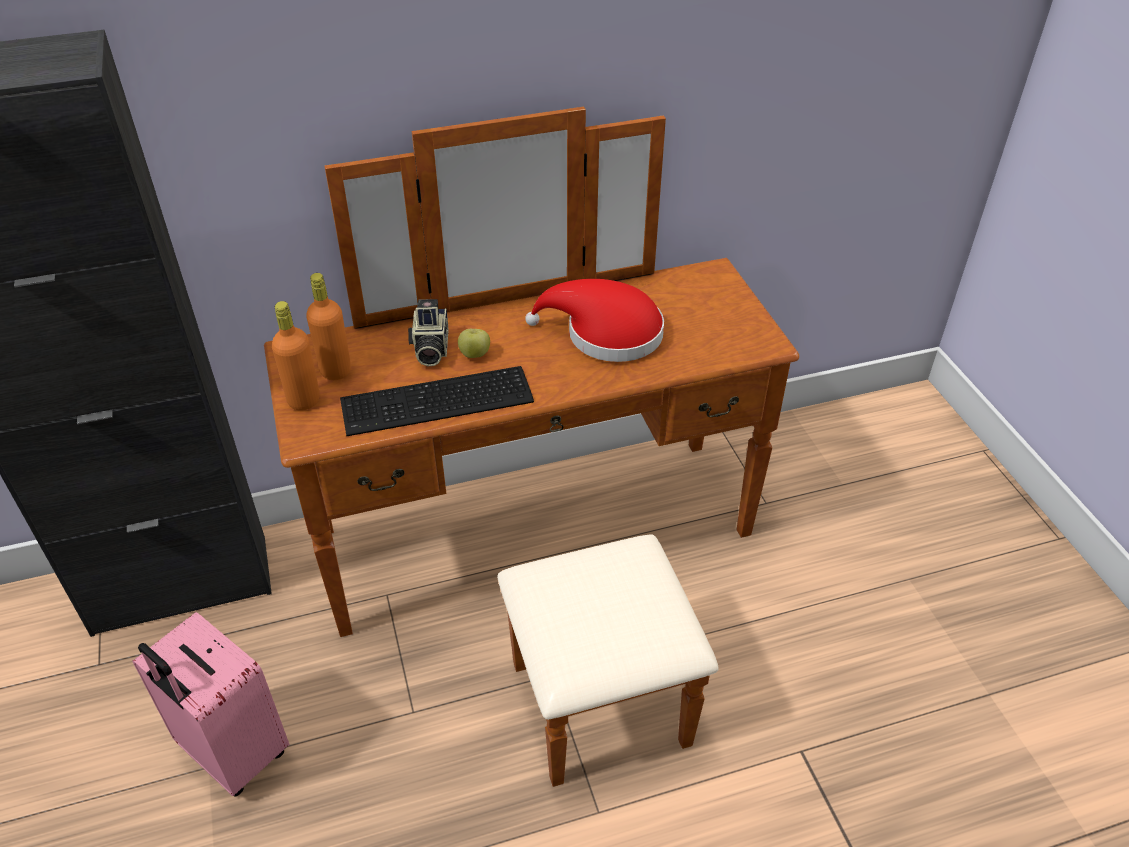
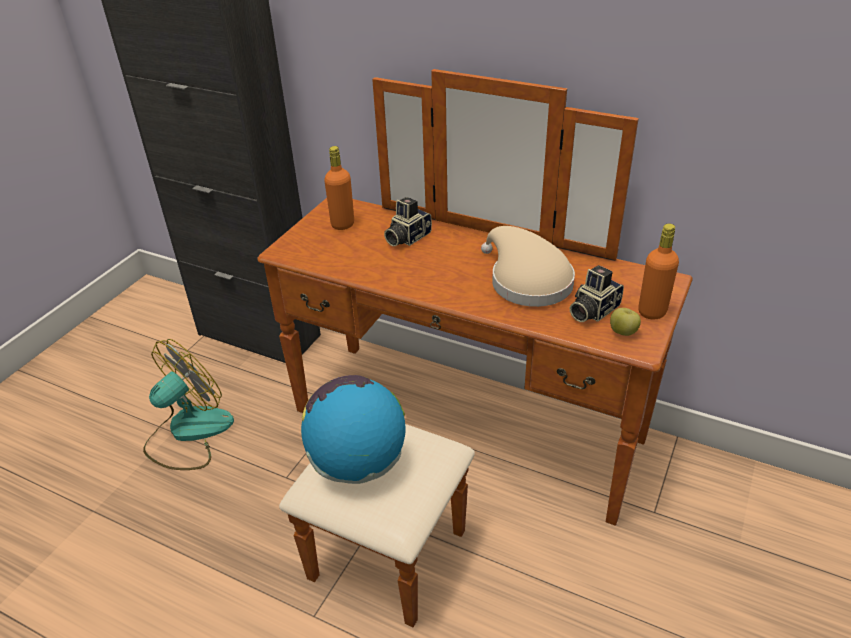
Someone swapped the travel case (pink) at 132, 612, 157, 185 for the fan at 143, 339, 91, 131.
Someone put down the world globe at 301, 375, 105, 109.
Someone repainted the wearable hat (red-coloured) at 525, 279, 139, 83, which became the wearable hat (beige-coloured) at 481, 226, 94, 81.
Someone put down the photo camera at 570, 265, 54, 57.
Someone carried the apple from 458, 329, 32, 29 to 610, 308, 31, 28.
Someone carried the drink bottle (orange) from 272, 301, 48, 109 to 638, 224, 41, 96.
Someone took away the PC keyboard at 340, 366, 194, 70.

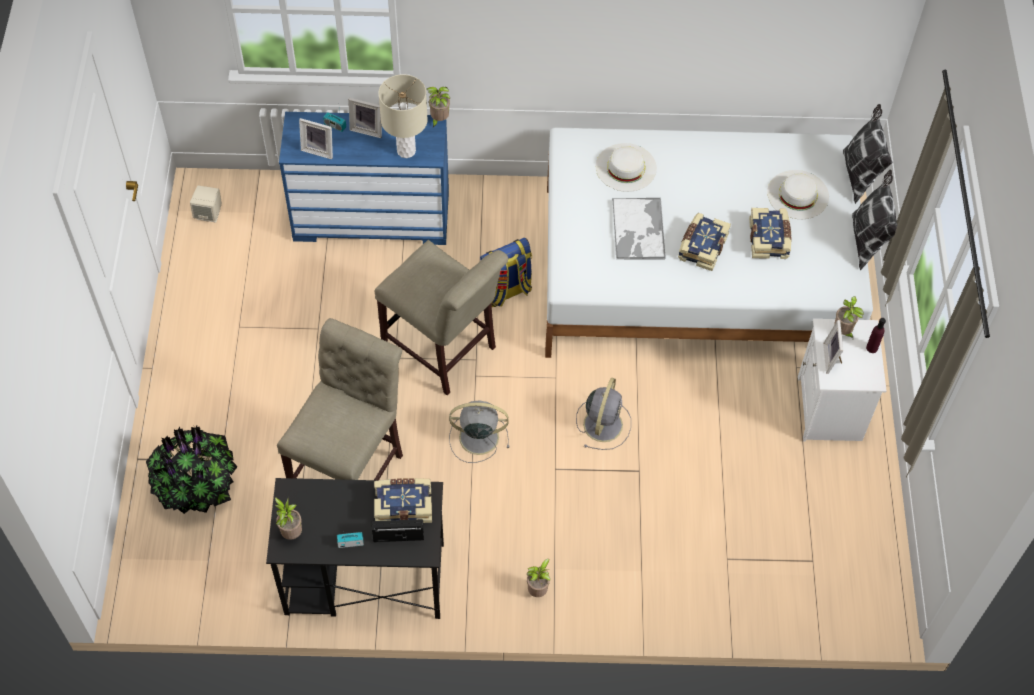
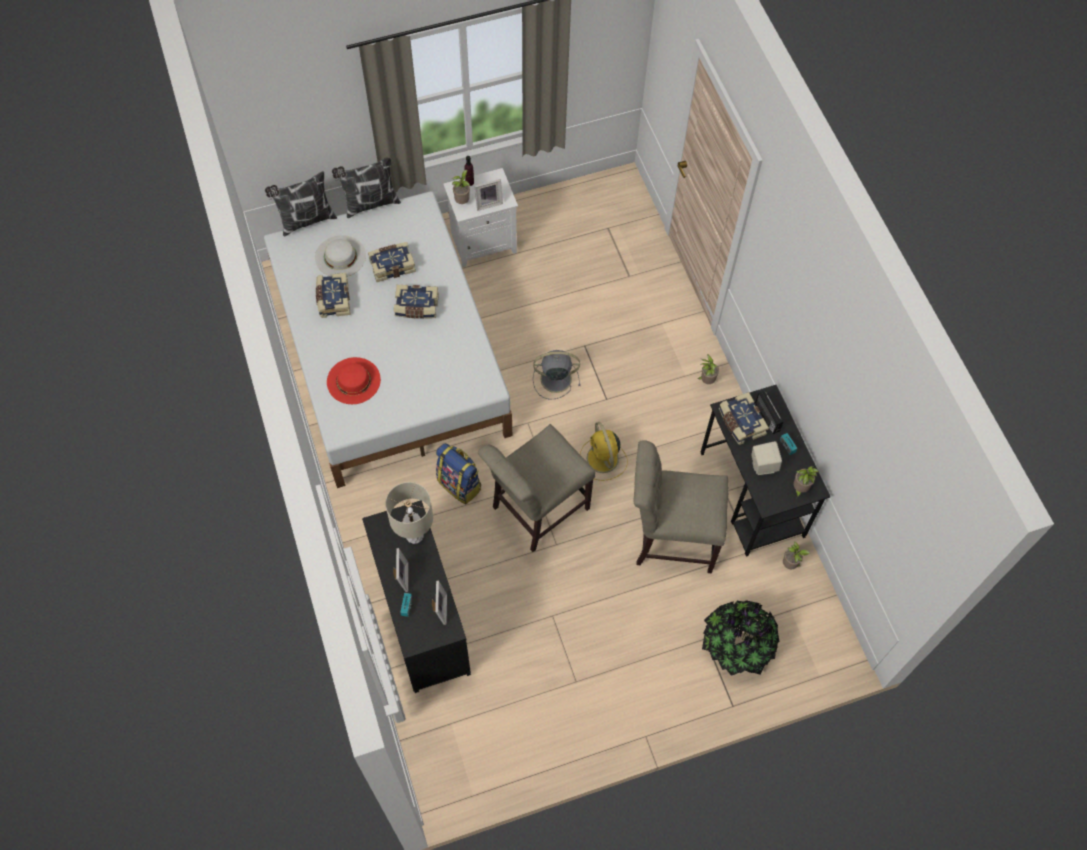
Someone put down the volume at 316, 273, 35, 45.
Someone repainted the wearable hat (whitish) at 596, 143, 61, 49, which became the wearable hat (red-coloured) at 327, 357, 54, 47.
Someone repainted the chest of drawers (bluish) at 279, 112, 170, 133, which became the chest of drawers (black-coloured) at 362, 500, 109, 193.
Someone rotated the plain chair (beige-coloured) at 375, 240, 133, 155 by 150 degrees counterclockwise.
Someone repainted the fan (greyish) at 449, 400, 60, 63, which became the fan (yellow-coloured) at 580, 422, 48, 59.
Someone carried the loudspeaker (beige-coloured) from 190, 185, 32, 38 to 751, 441, 31, 34.
Someone carried the potted plant from 427, 87, 23, 41 to 783, 542, 27, 27.
Someone took away the tray at 612, 198, 54, 62.

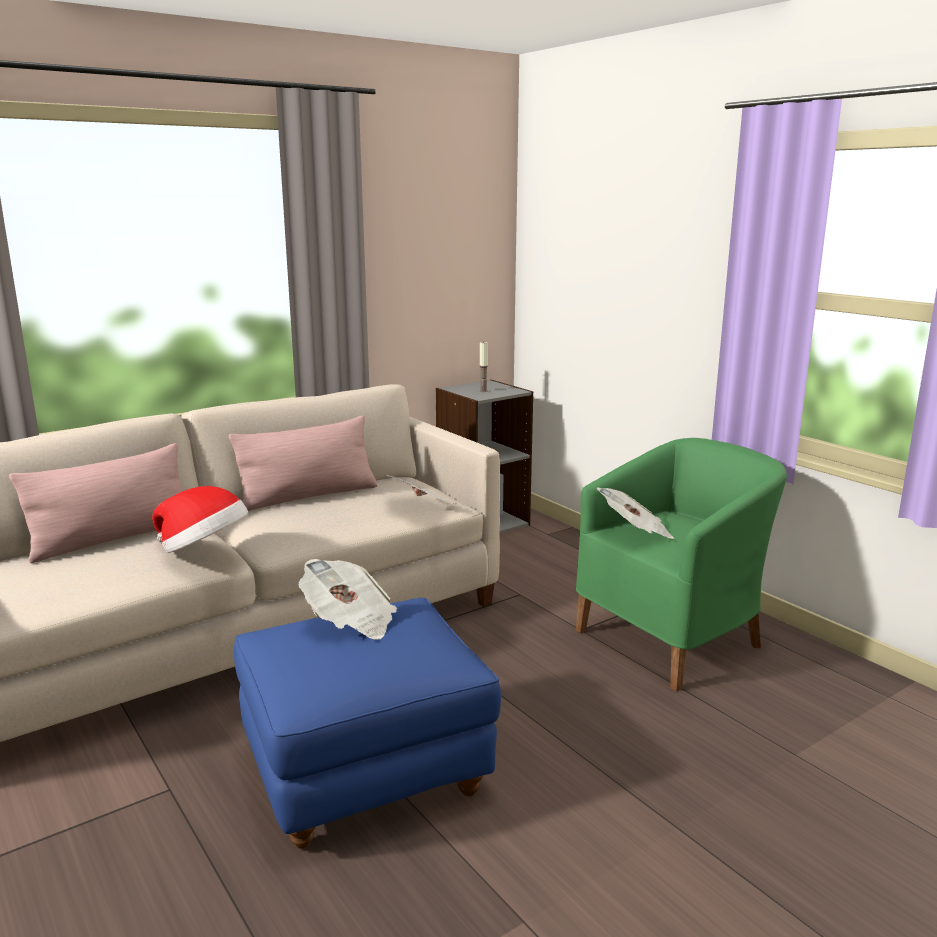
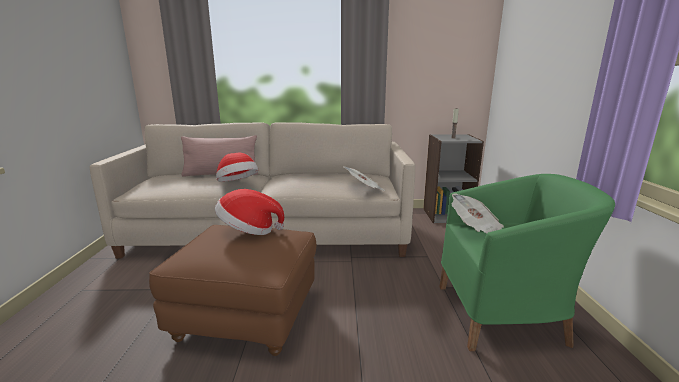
Someone repainted the footrest (bluish) at 234, 598, 267, 251, which became the footrest (brownish) at 149, 225, 167, 131.
Someone swapped the printed paper at 298, 559, 99, 81 for the wearable hat at 215, 189, 69, 46.
Someone took away the throw pillow (pink) at 229, 415, 148, 96.

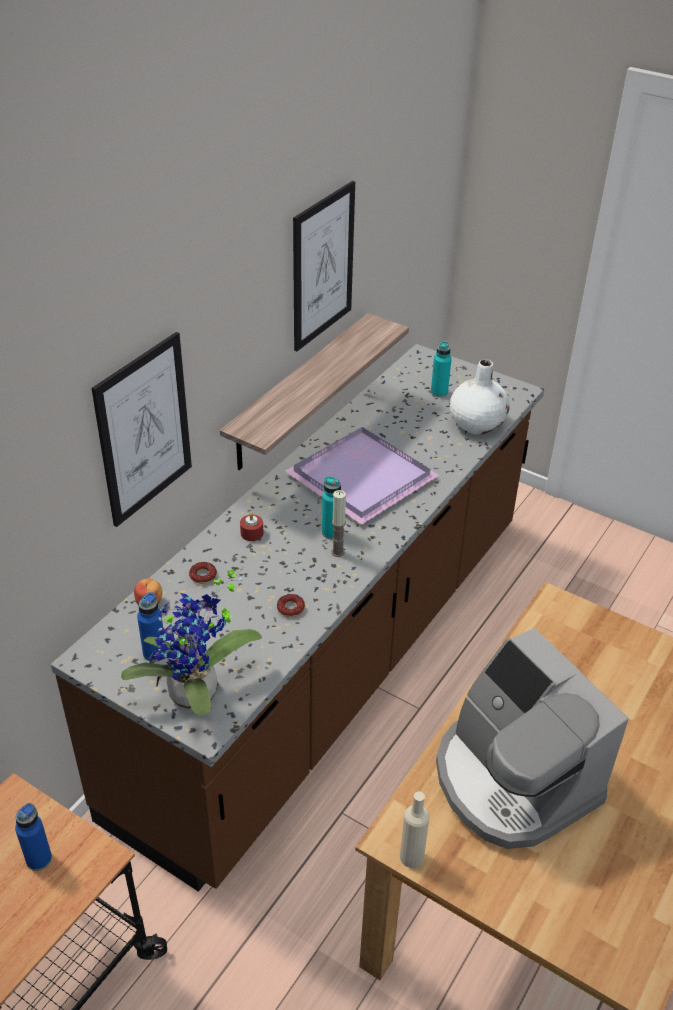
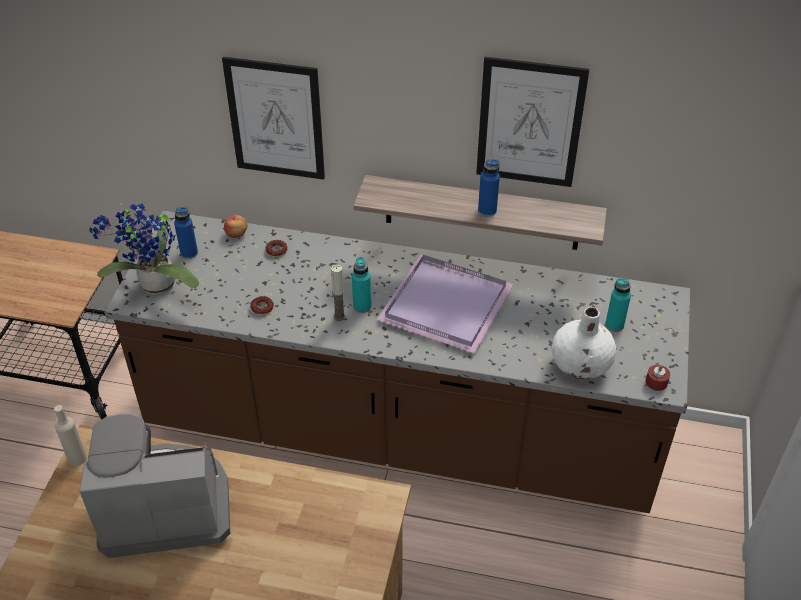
Someone rotated the coffee brewer at 436, 628, 193, 221 by 45 degrees clockwise.
Someone carried the drink bottle (bluish) from 15, 803, 37, 68 to 478, 159, 22, 58.
Someone carried the wax light (red-coloured) from 240, 512, 23, 29 to 646, 365, 24, 26.

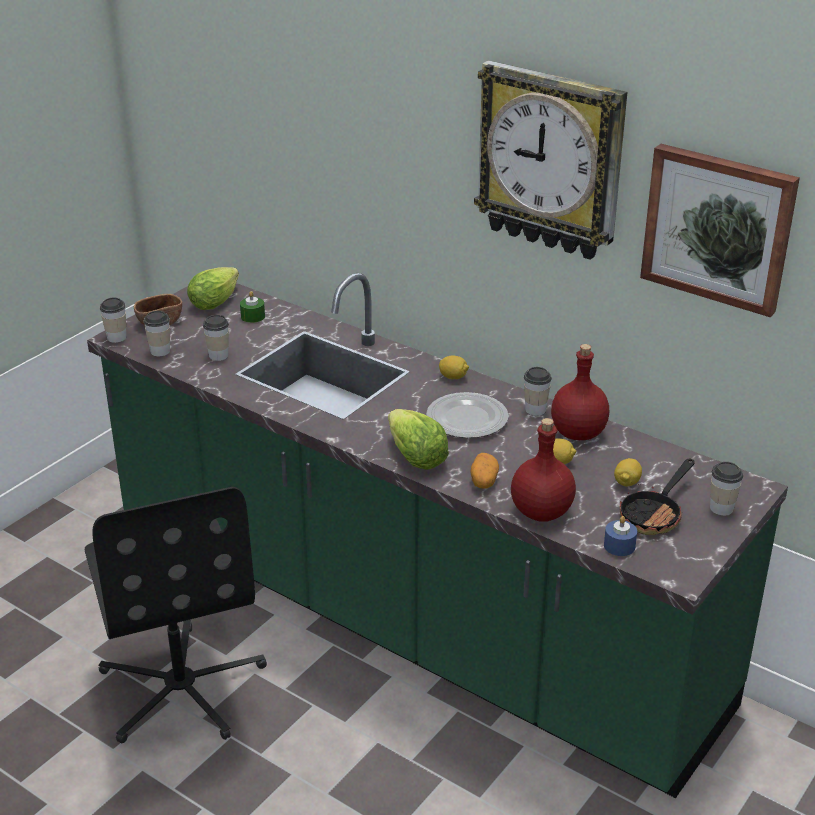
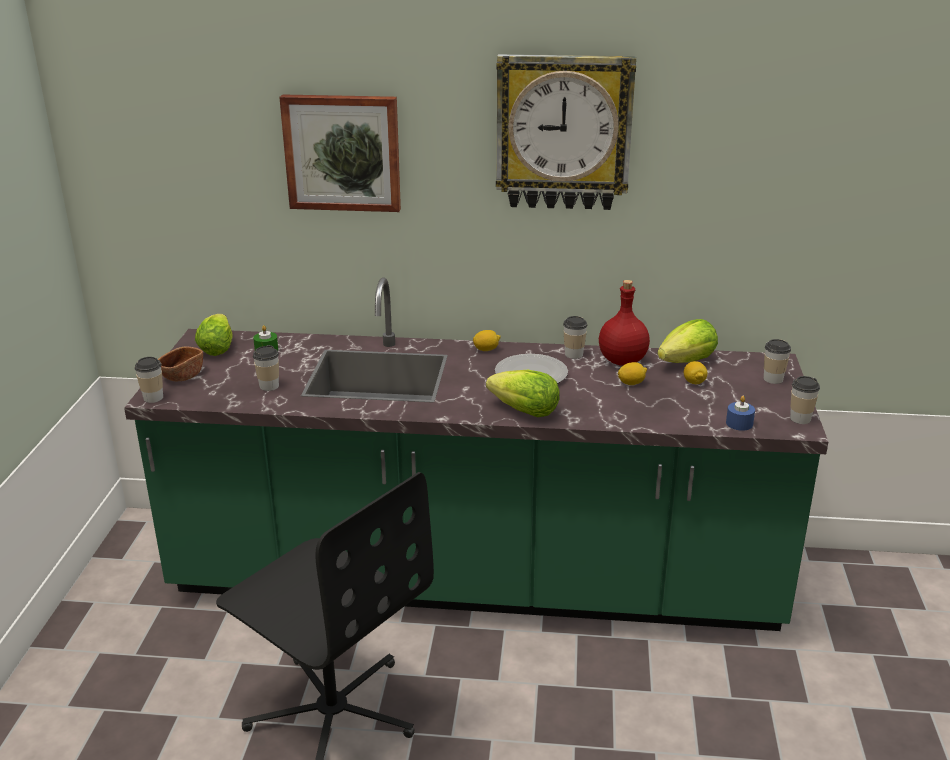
Someone carried the wall picture from 640, 144, 160, 173 to 279, 94, 122, 118.
Someone put down the lettuce at 658, 319, 60, 44.
Someone carried the cup from 144, 311, 26, 45 to 790, 376, 30, 48.
Someone took away the whole potato at 470, 453, 29, 36.
Someone took away the drink bottle (red-coloured) at 511, 418, 65, 104.
Someone took away the frying pan at 620, 459, 75, 76.

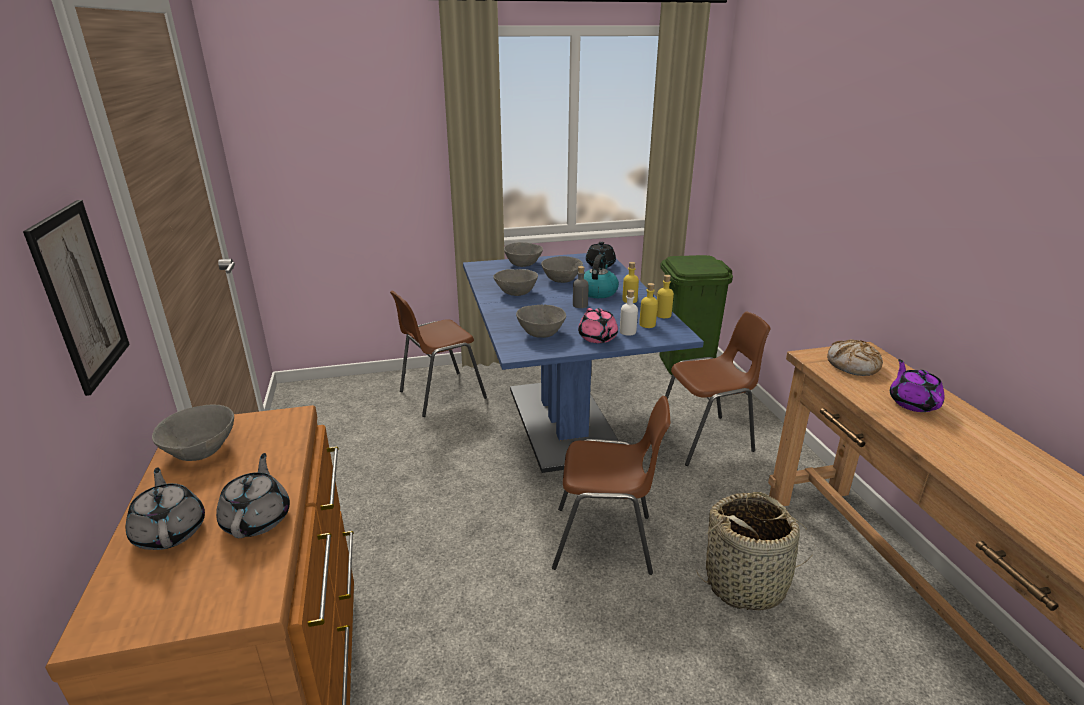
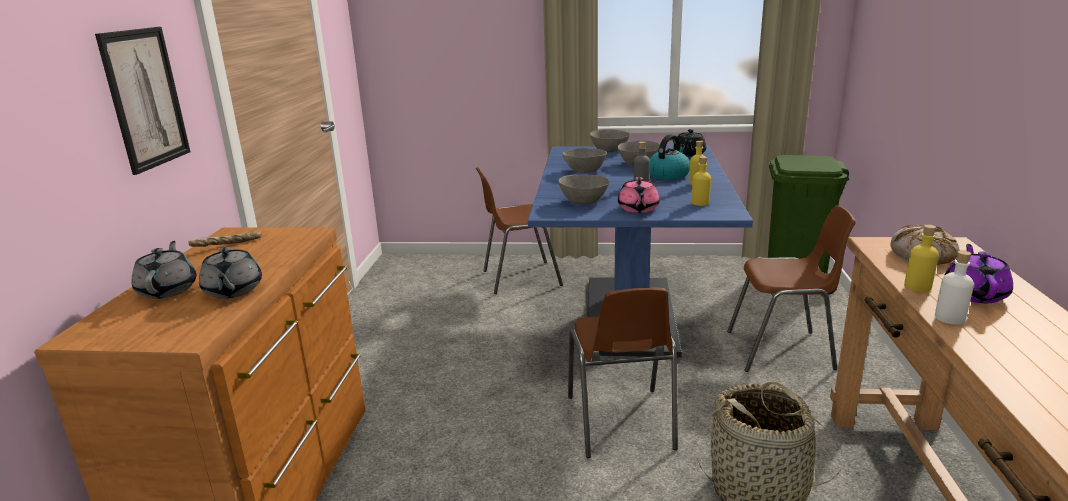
Someone swapped the bowl (greyish) at 152, 405, 82, 56 for the bakery bread at 188, 232, 74, 15.
Someone rotated the teapot (greyish) at 216, 453, 74, 85 by 150 degrees clockwise.
Someone rotated the plain chair (brownish) at 552, 396, 118, 179 by 60 degrees clockwise.
Someone carried the drink bottle (yellow-coloured) from 657, 275, 17, 43 to 904, 225, 35, 67.
Someone carried the drink bottle (whitish) from 620, 290, 18, 46 to 935, 250, 39, 75.

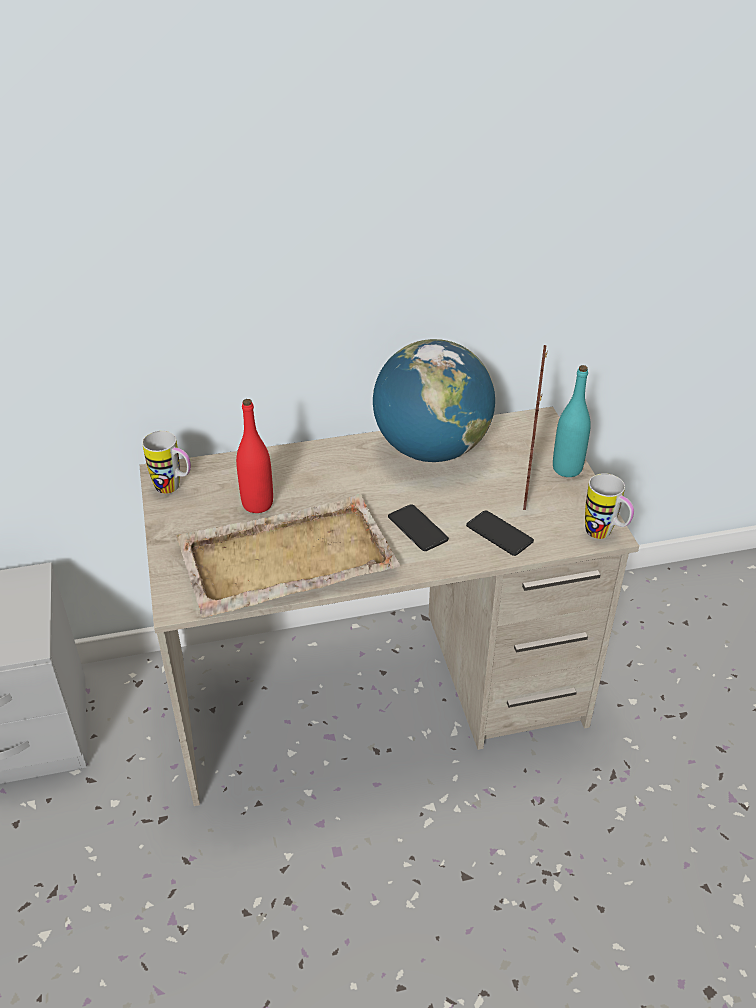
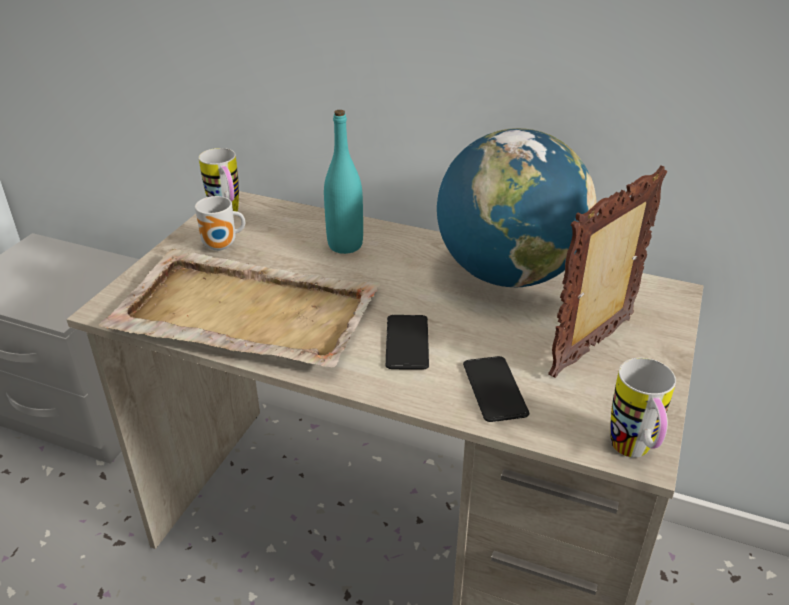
Someone put down the tea mug at 195, 196, 50, 55.
Someone carried the drink bottle (turquoise-coloured) from 553, 365, 38, 112 to 324, 110, 39, 144.
Someone took away the drink bottle (red-coloured) at 236, 399, 37, 114.

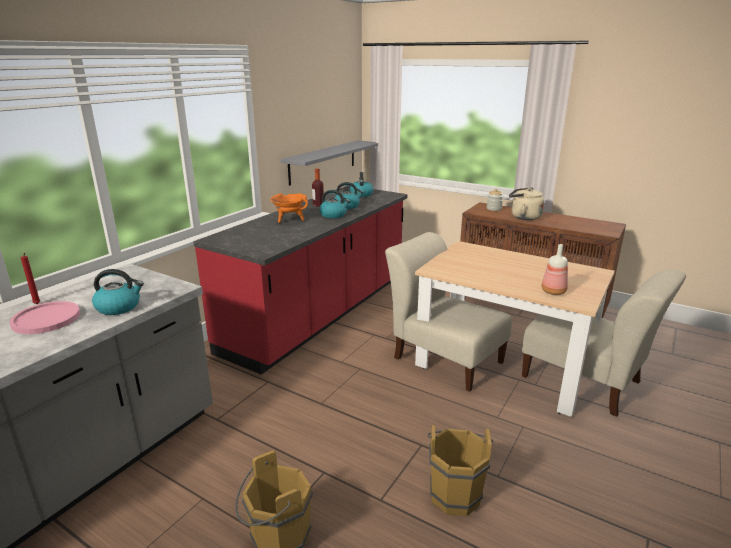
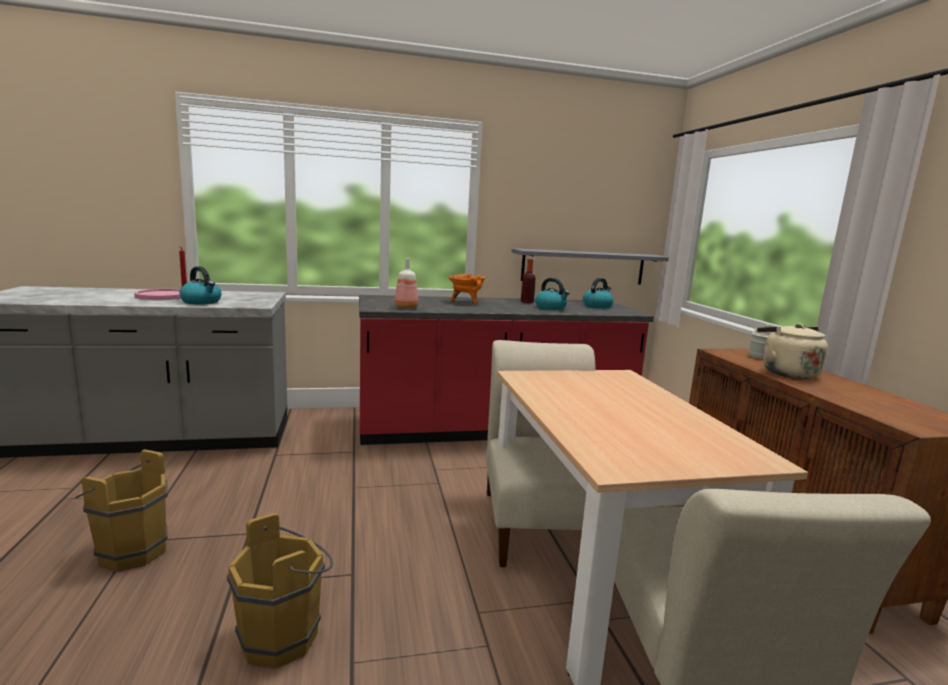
Someone carried the drink bottle from 542, 244, 26, 51 to 394, 258, 24, 51.
Someone took away the kettle at 319, 190, 31, 28.

